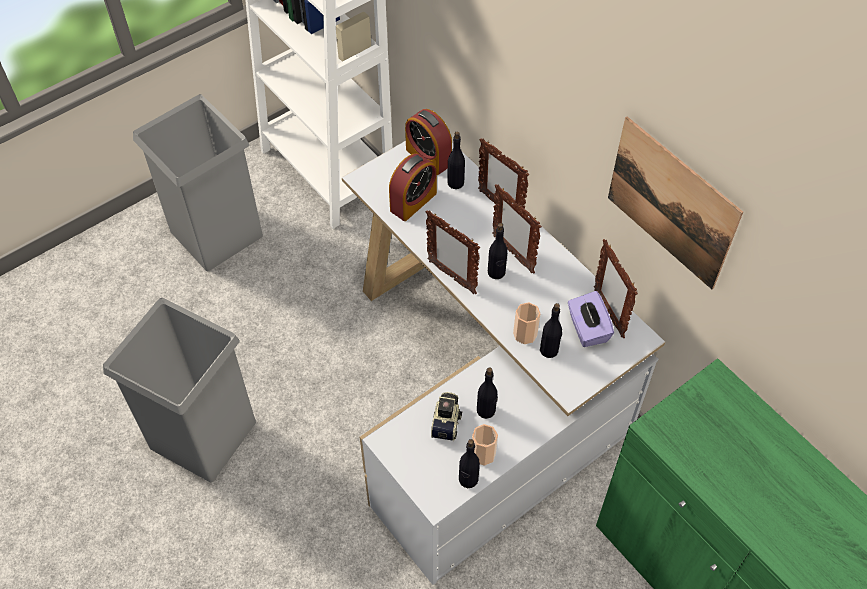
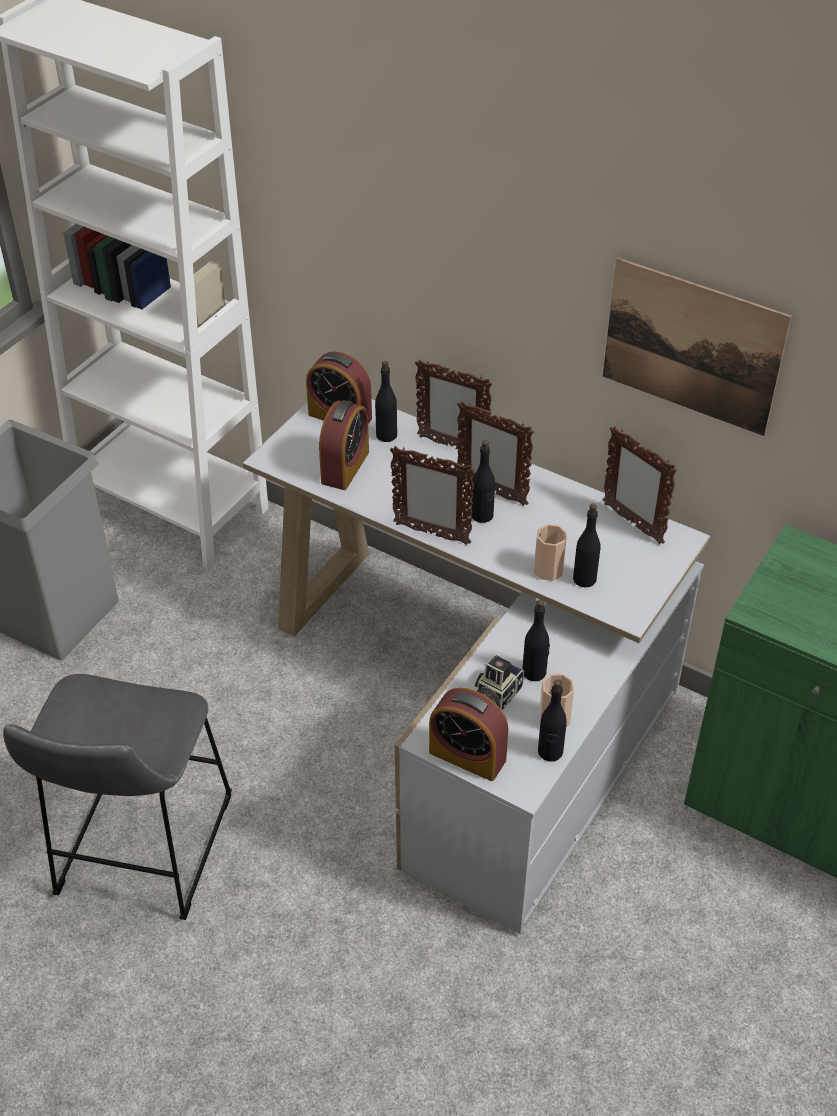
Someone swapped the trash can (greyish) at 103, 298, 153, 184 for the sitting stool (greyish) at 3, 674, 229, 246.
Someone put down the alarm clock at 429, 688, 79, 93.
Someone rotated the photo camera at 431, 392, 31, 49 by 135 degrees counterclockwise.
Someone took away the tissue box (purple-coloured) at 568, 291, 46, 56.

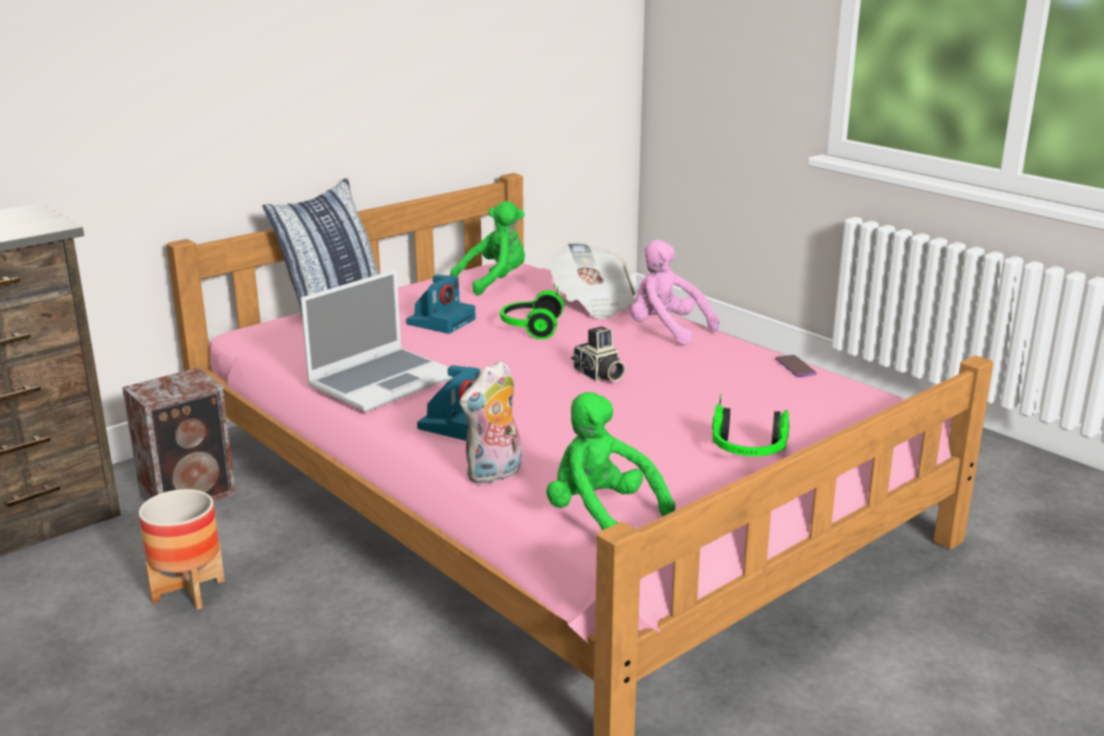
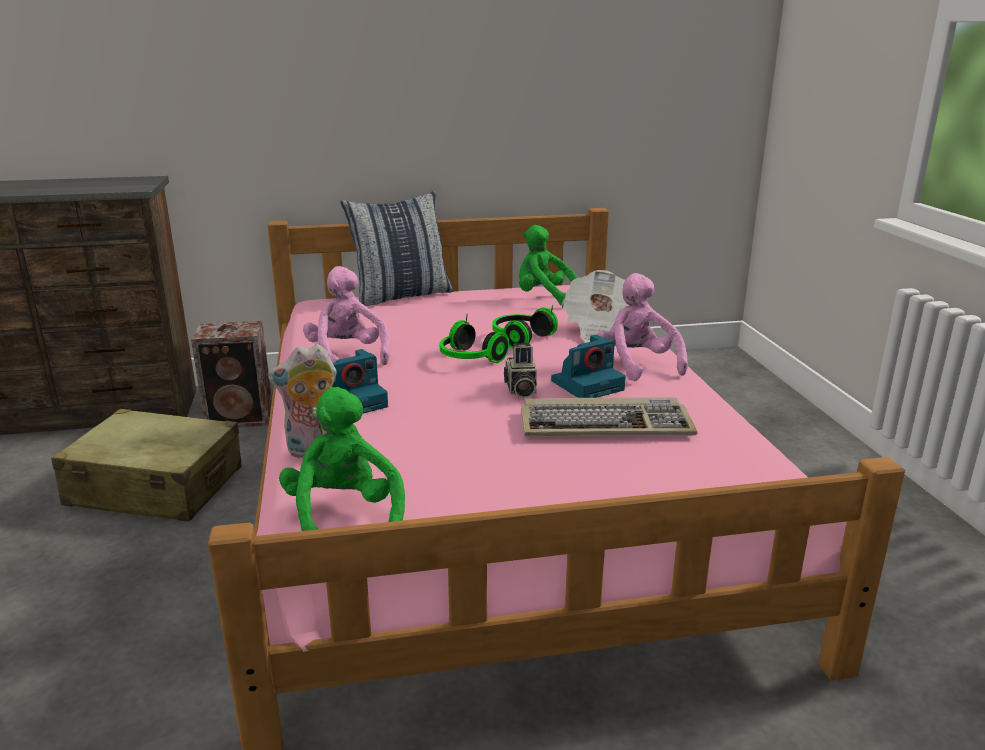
Someone swapped the planter at 139, 489, 86, 121 for the travel case (beige-coloured) at 52, 409, 189, 113.
Someone swapped the laptop at 300, 269, 152, 143 for the soft toy (pink) at 303, 266, 87, 99.
Someone carried the pair of headphones from 712, 394, 78, 62 to 440, 313, 69, 50.
Someone rotated the soft toy (green-coloured) at 450, 201, 75, 95 by 150 degrees counterclockwise.
Someone put down the PC keyboard at 521, 398, 176, 38.
Someone carried the photo camera from 406, 275, 70, 59 to 551, 335, 75, 63.
Someone took away the telephone at 775, 355, 42, 22.

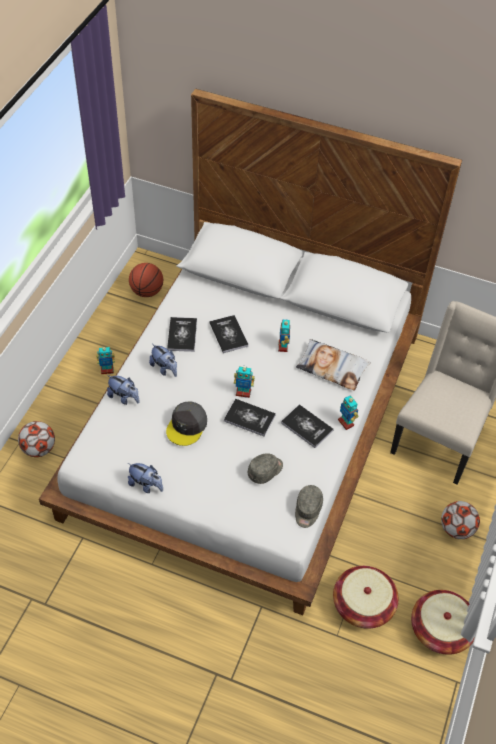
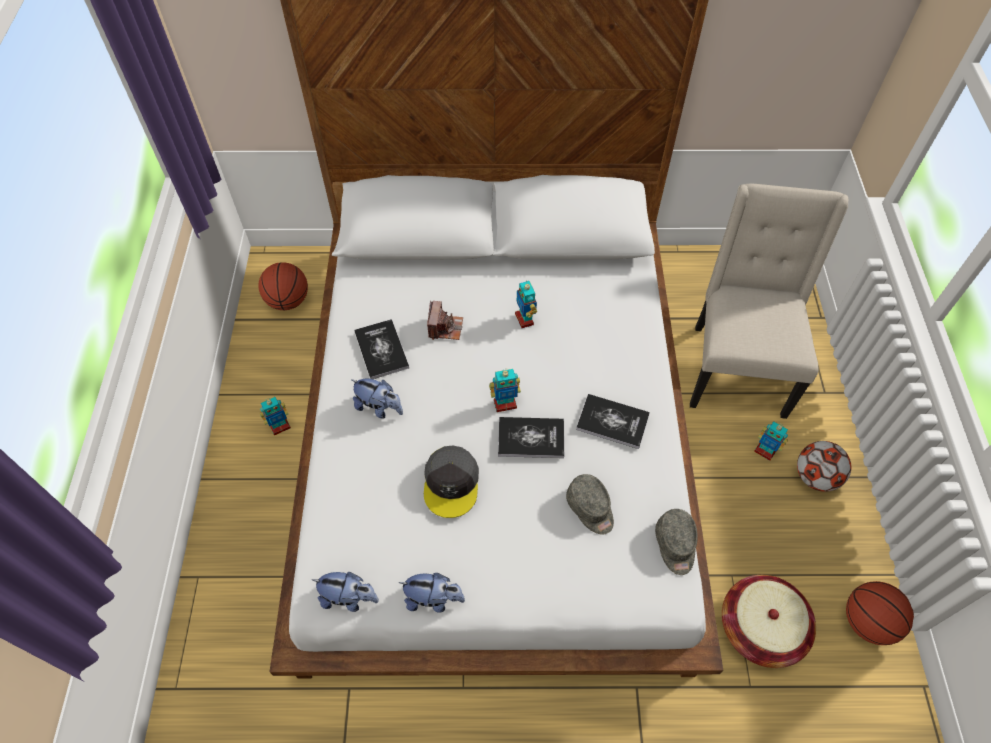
Someone carried the soft toy from 107, 375, 32, 30 to 312, 572, 67, 40.
Someone swapped the volume at 209, 315, 40, 38 for the photo camera at 427, 301, 36, 39.
Someone rotated the peaked cap (greyish) at 247, 453, 36, 31 by 120 degrees clockwise.
Someone carried the robot figure from 338, 395, 21, 35 to 754, 421, 34, 40.
Someone swapped the storage basket at 411, 590, 63, 65 for the basketball ball at 846, 581, 68, 64.
Someone took away the football at 18, 421, 37, 36.
Someone took away the throw pillow at 296, 339, 75, 52.

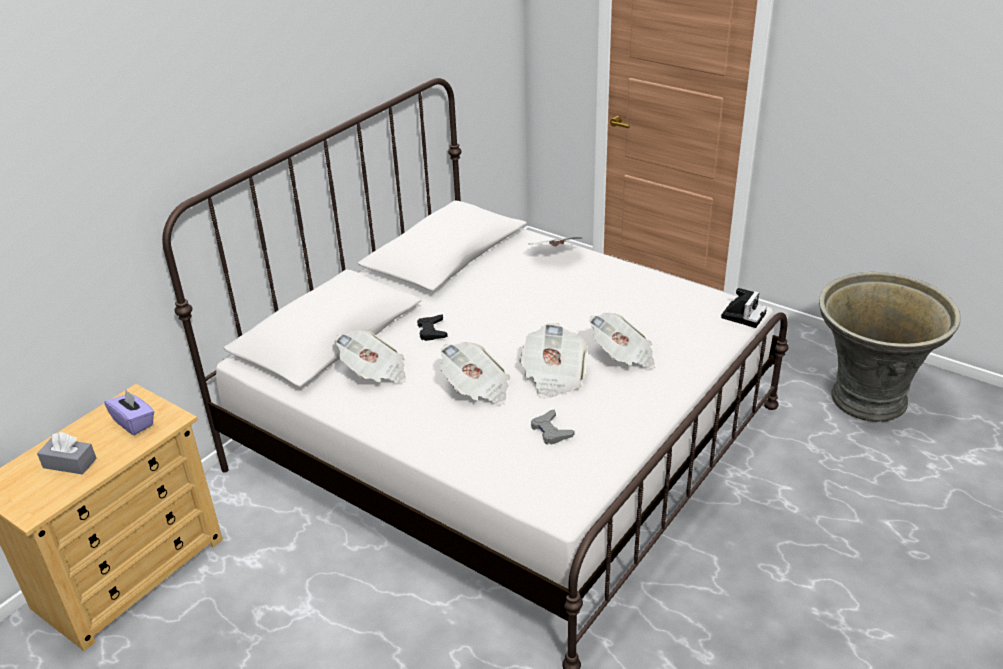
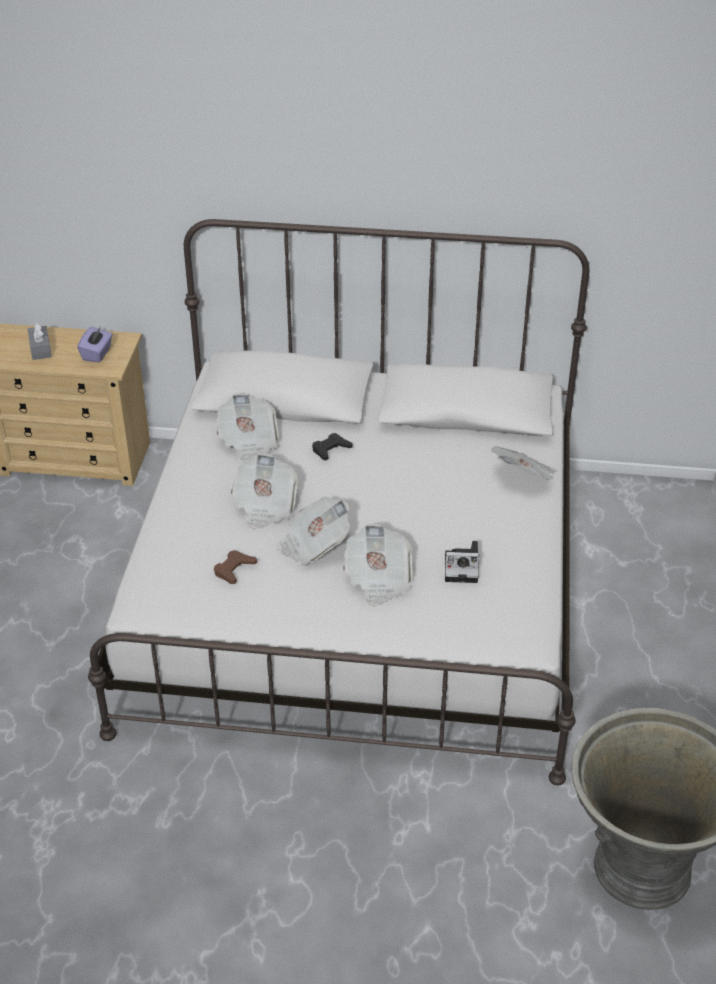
Someone repainted the game controller (greyish) at 531, 409, 44, 36, which became the game controller (brownish) at 214, 550, 43, 34.
Someone carried the photo camera from 721, 288, 46, 40 to 445, 541, 34, 42.

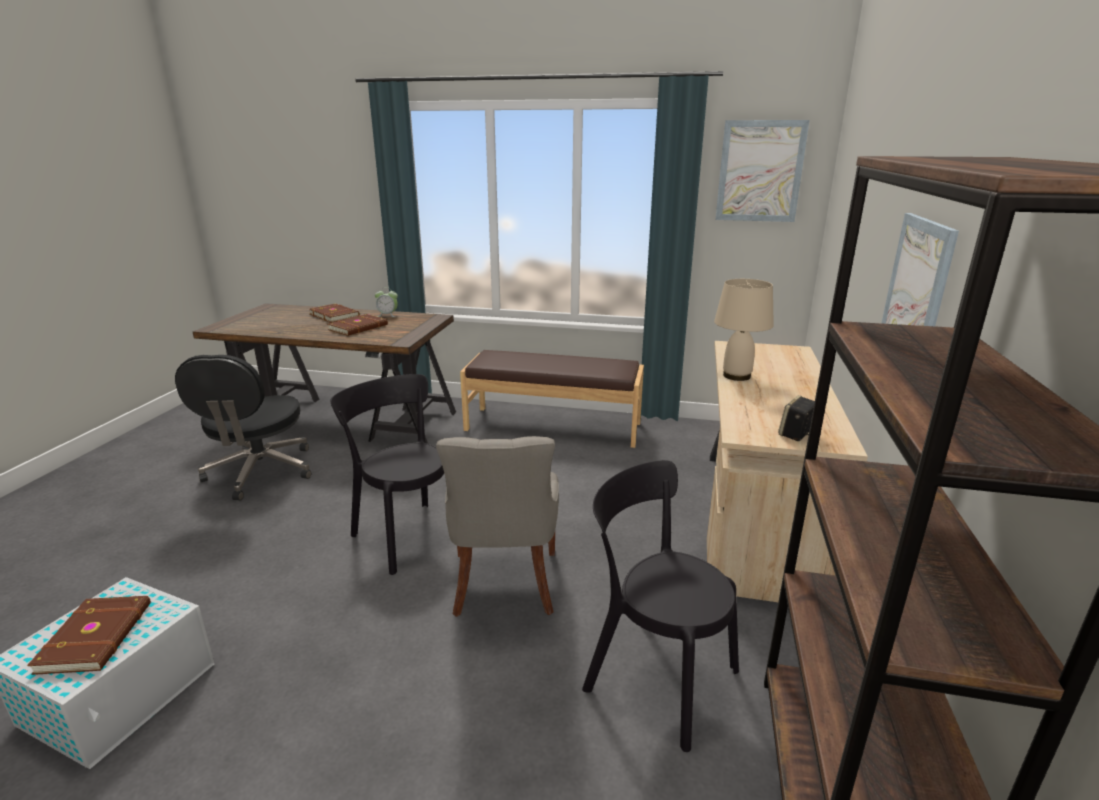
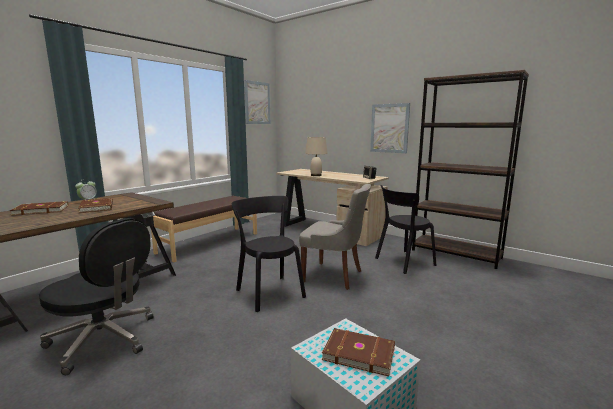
Someone rotated the plain chair (black-coloured) at 331, 374, 113, 201 by 75 degrees clockwise.

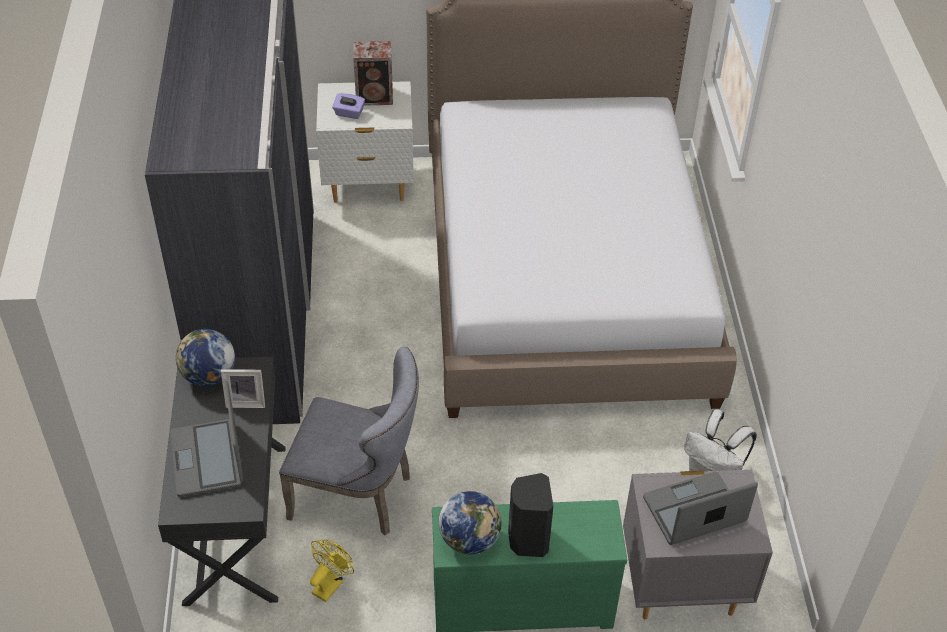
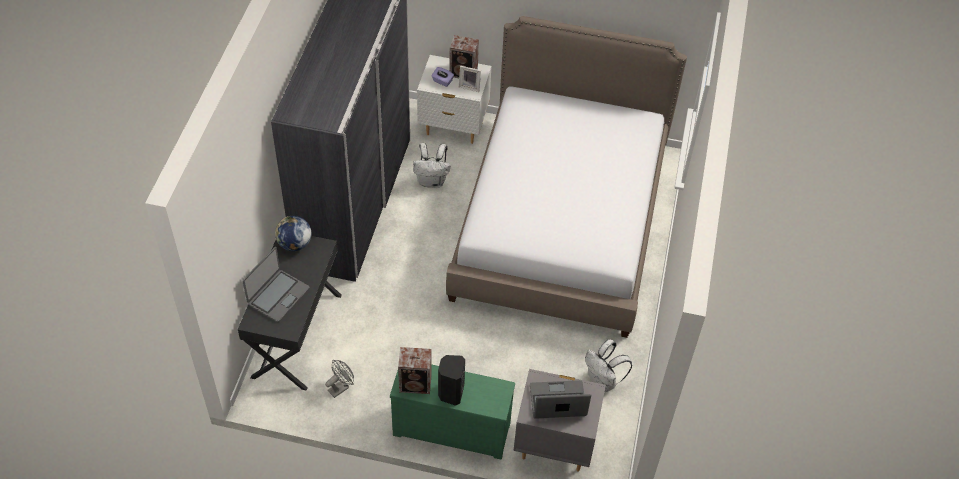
Someone rotated the laptop at 170, 380, 73, 117 by 150 degrees counterclockwise.
Someone repainted the fan (yellow-coloured) at 310, 539, 44, 63, which became the fan (greyish) at 325, 360, 29, 38.
Someone swapped the world globe at 439, 491, 63, 63 for the loudspeaker at 398, 347, 34, 47.
Someone put down the rucksack (whitish) at 413, 143, 37, 45.
Someone carried the picture frame from 221, 369, 44, 39 to 459, 66, 22, 26.
Someone took away the plain chair (greyish) at 279, 346, 140, 189.

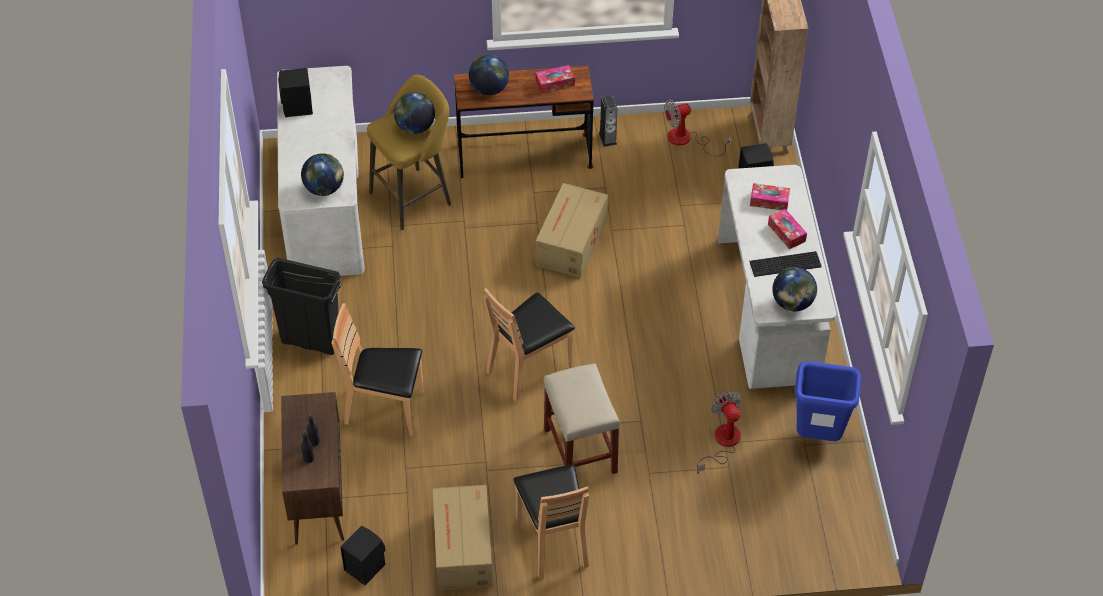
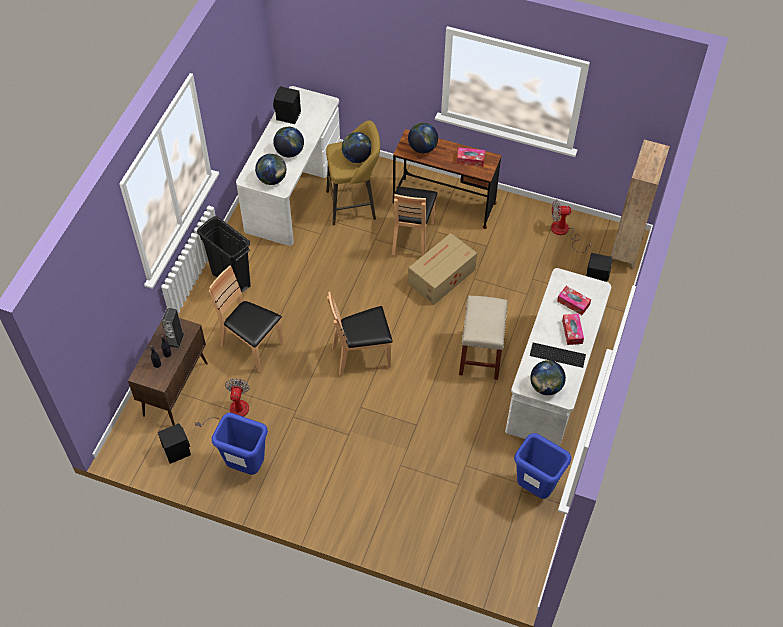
Someone carried the loudspeaker from 599, 95, 18, 52 to 162, 308, 22, 40.
Someone carried the fan from 697, 391, 45, 82 to 195, 378, 55, 49.
Someone swapped the carton at 433, 485, 60, 105 for the trash can (bluish) at 212, 413, 56, 62.
Someone put down the world globe at 273, 126, 31, 31.
Someone carried the plain chair (brownish) from 513, 464, 76, 115 to 392, 187, 46, 70.
Someone carried the sitting stool (beige-coloured) from 544, 363, 76, 111 to 459, 296, 49, 84.

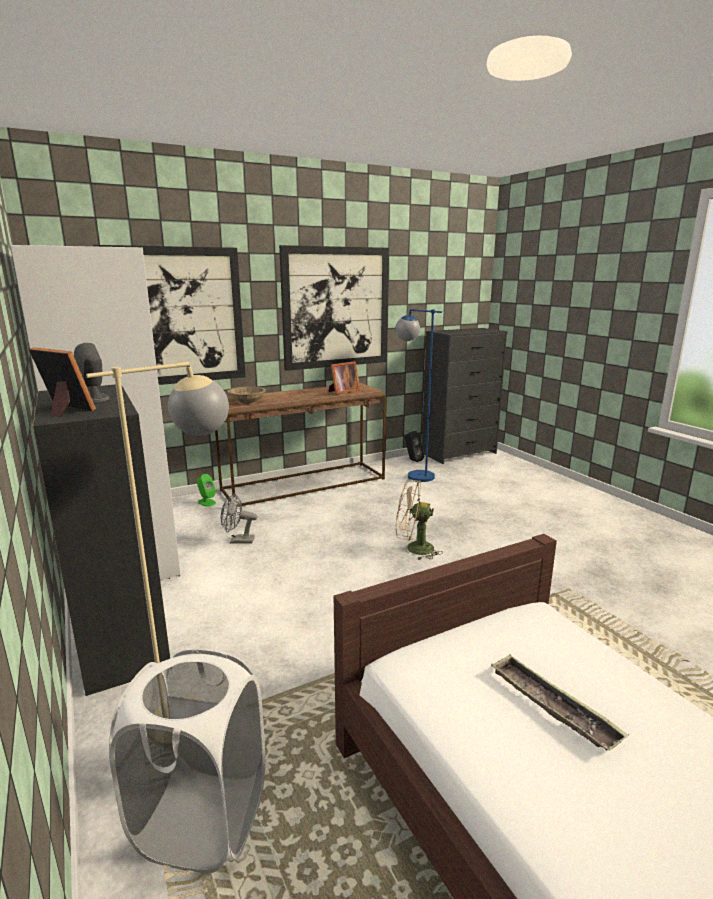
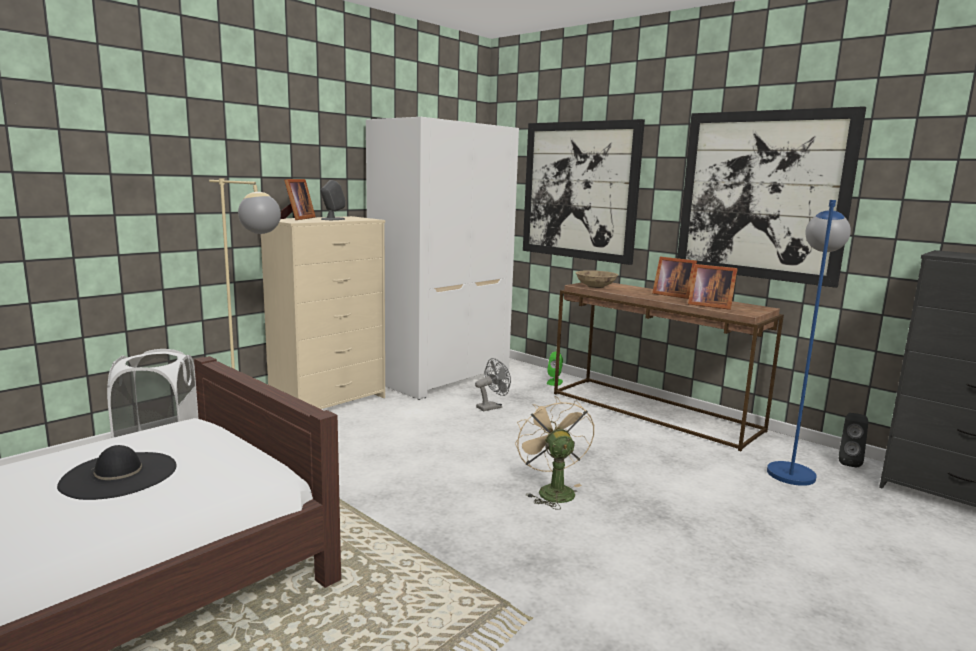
Someone swapped the tray at 491, 654, 138, 97 for the wearable hat (black-coloured) at 57, 445, 120, 55.
Someone repainted the chest of drawers (black-coloured) at 33, 384, 137, 312, which became the chest of drawers (beige-coloured) at 261, 216, 124, 193.
Someone rotated the fan (greyish) at 221, 494, 36, 50 by 75 degrees clockwise.
Someone put down the picture frame at 652, 257, 45, 42.

